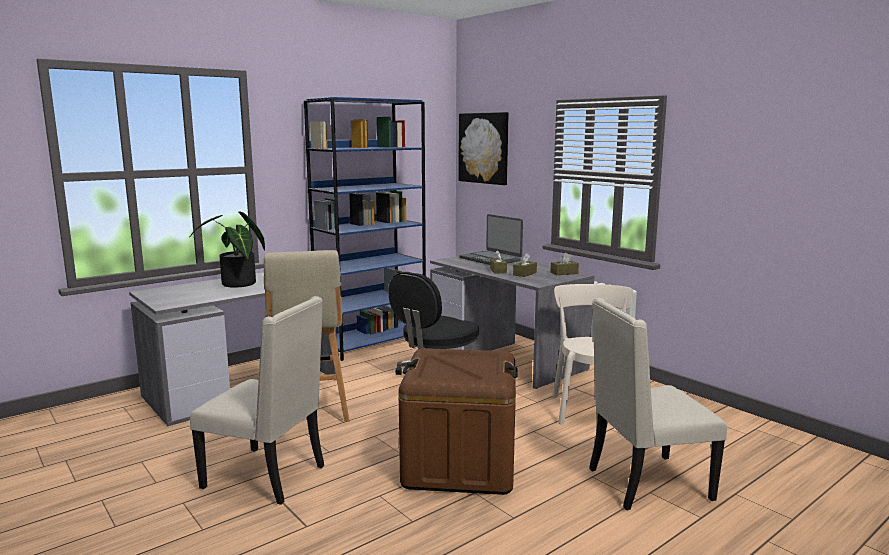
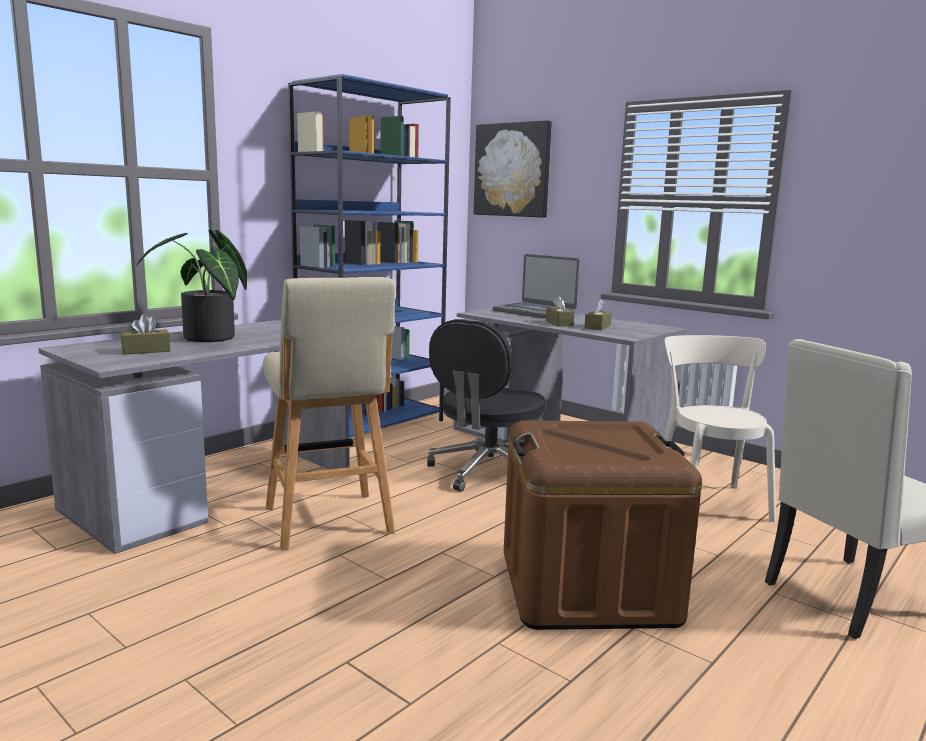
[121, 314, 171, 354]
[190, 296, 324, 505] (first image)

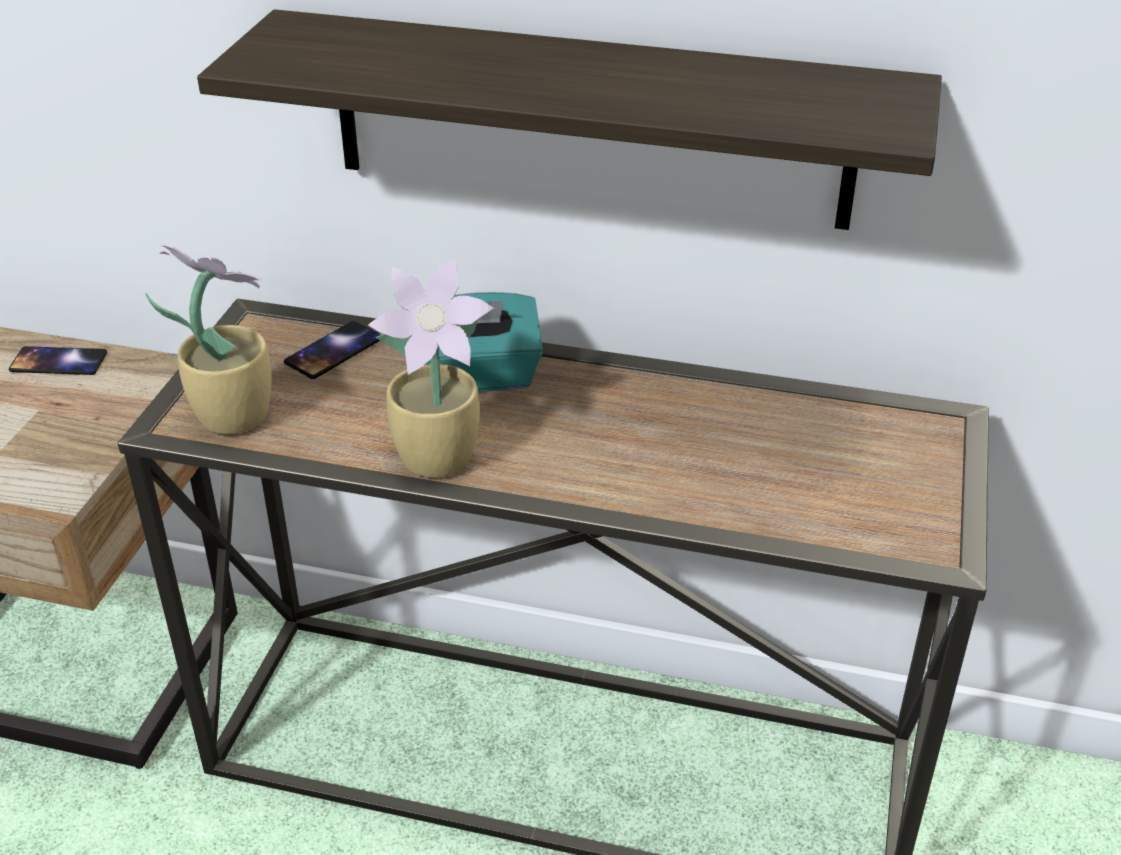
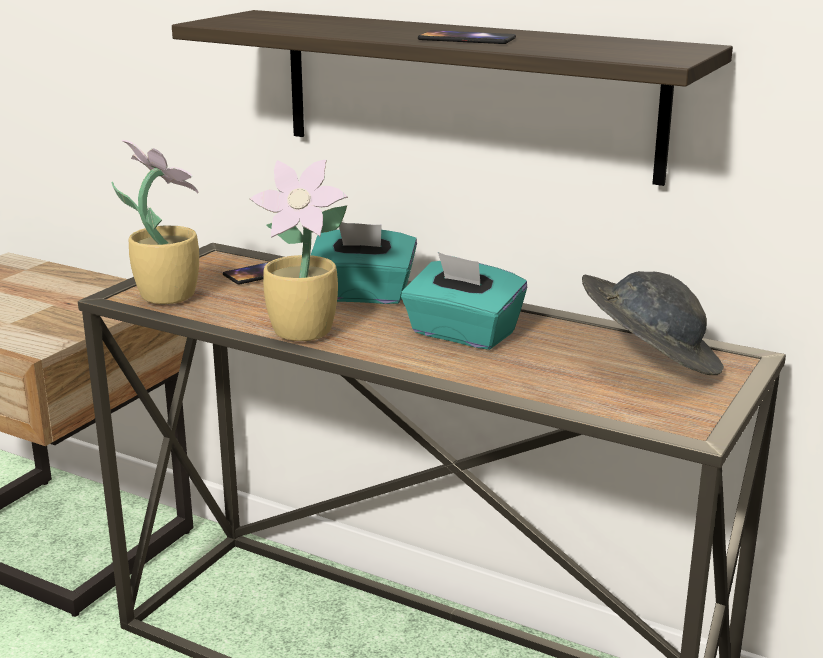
[418, 30, 516, 44]
[401, 252, 527, 350]
[582, 271, 724, 375]

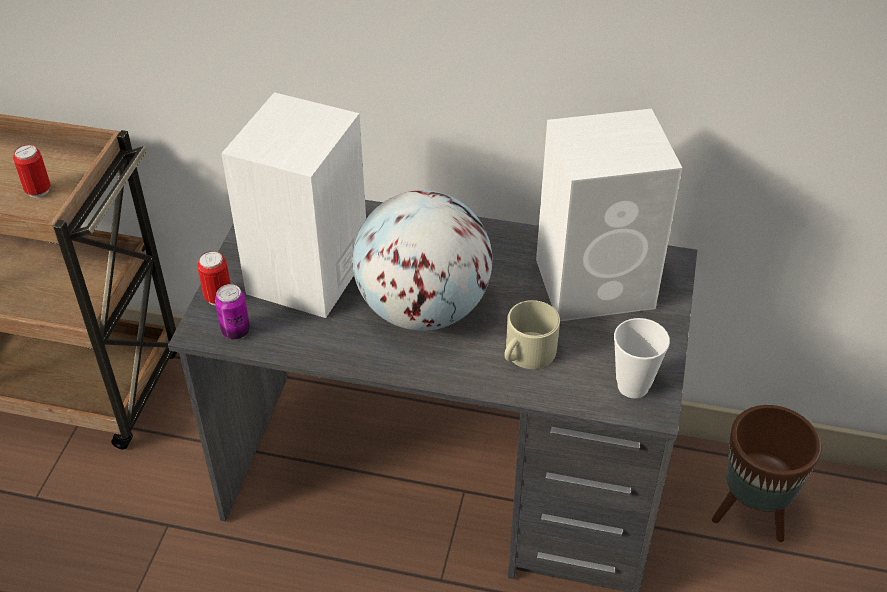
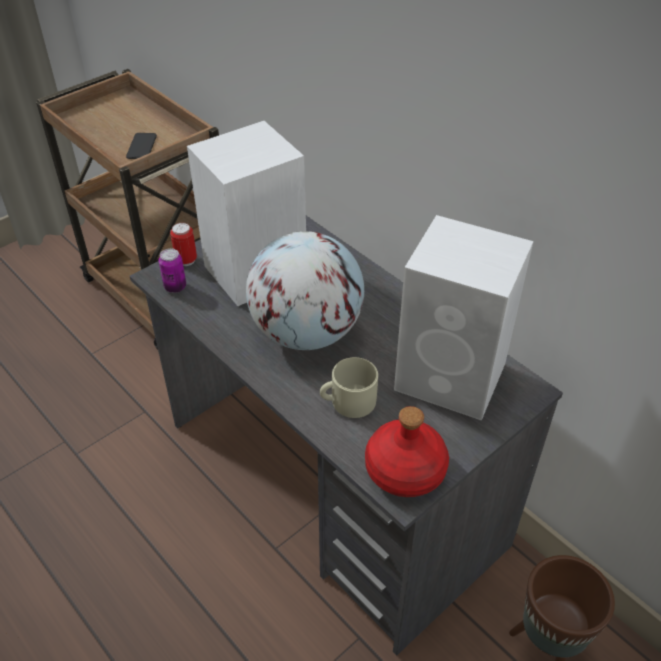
[126, 133, 157, 159]
[365, 406, 449, 497]

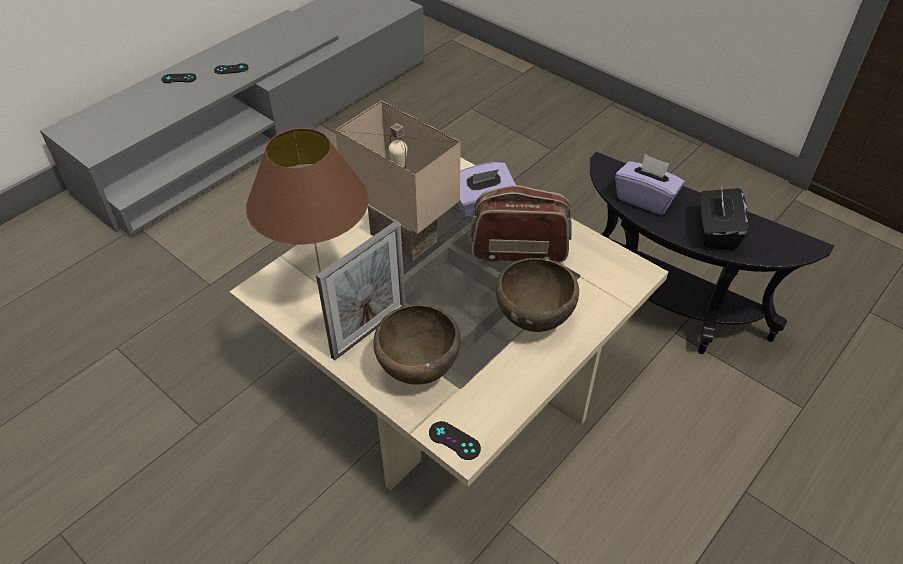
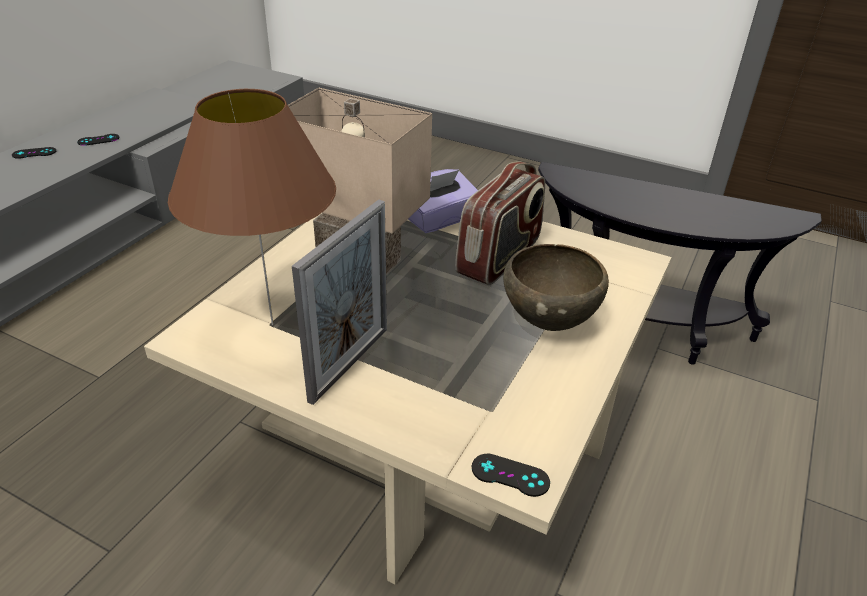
[615, 154, 685, 215] (first image)
[455, 161, 545, 285]
[700, 188, 748, 250] (first image)
[373, 304, 461, 384] (first image)

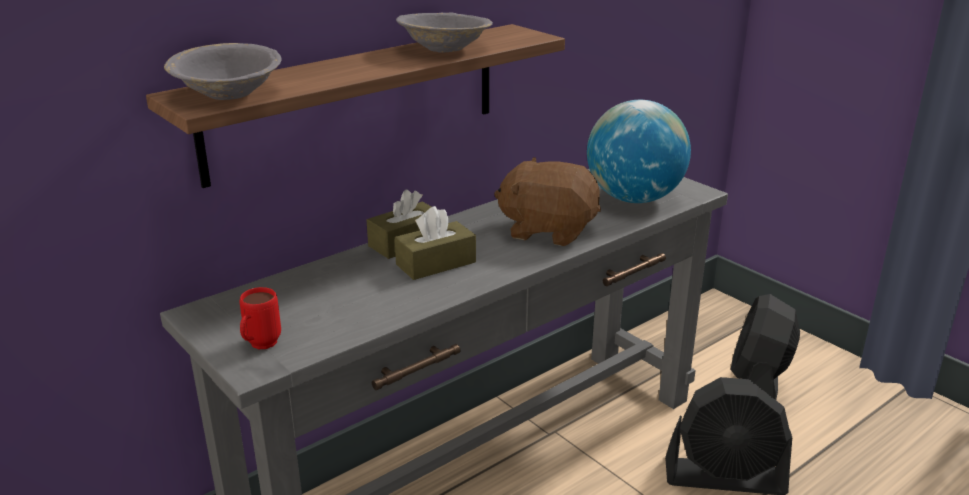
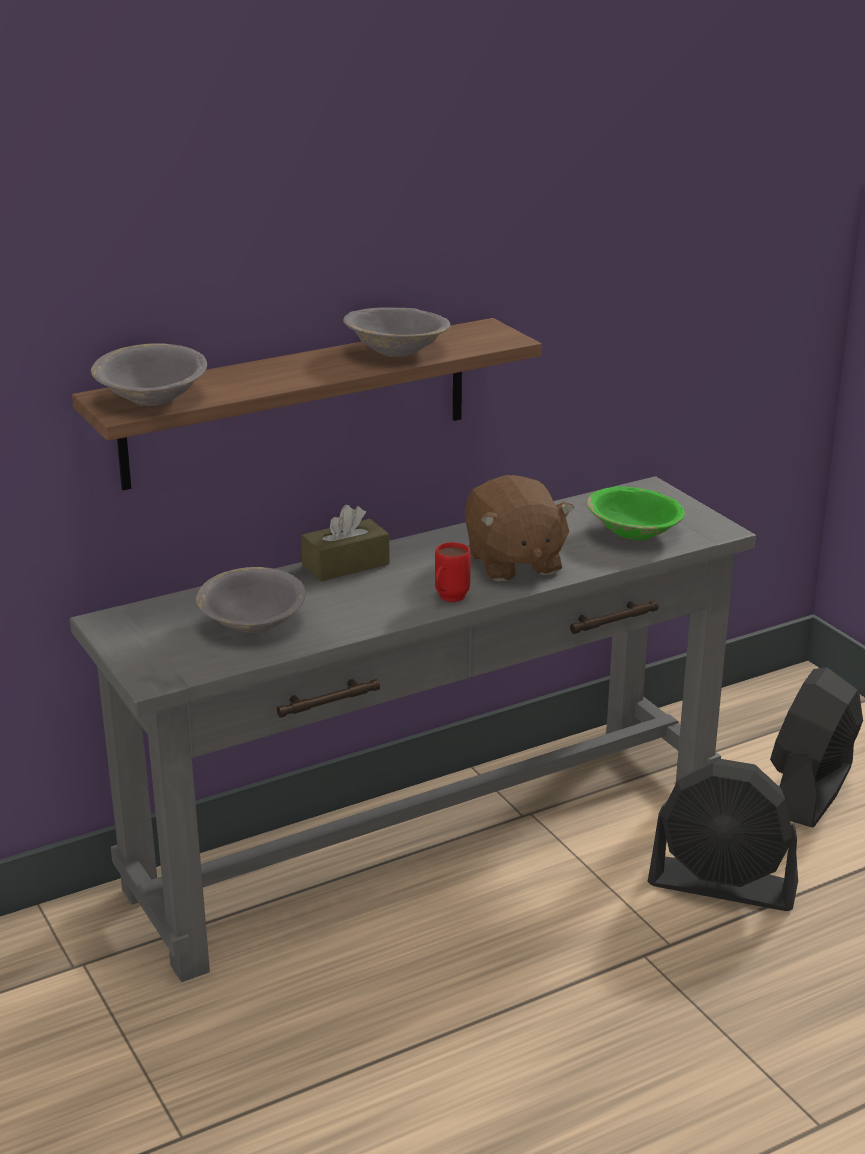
[586, 486, 685, 540]
[465, 475, 574, 582]
[395, 206, 476, 280] (first image)
[435, 542, 470, 602]
[196, 567, 306, 633]

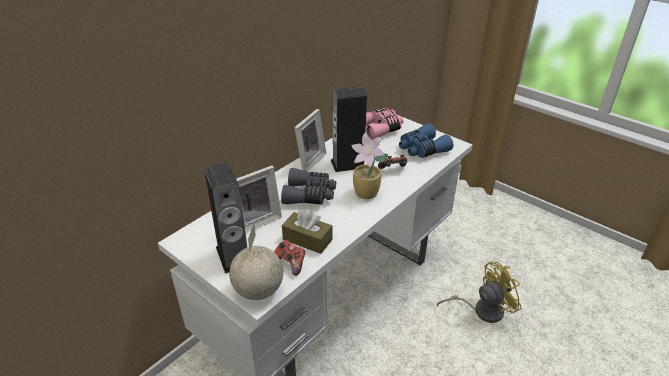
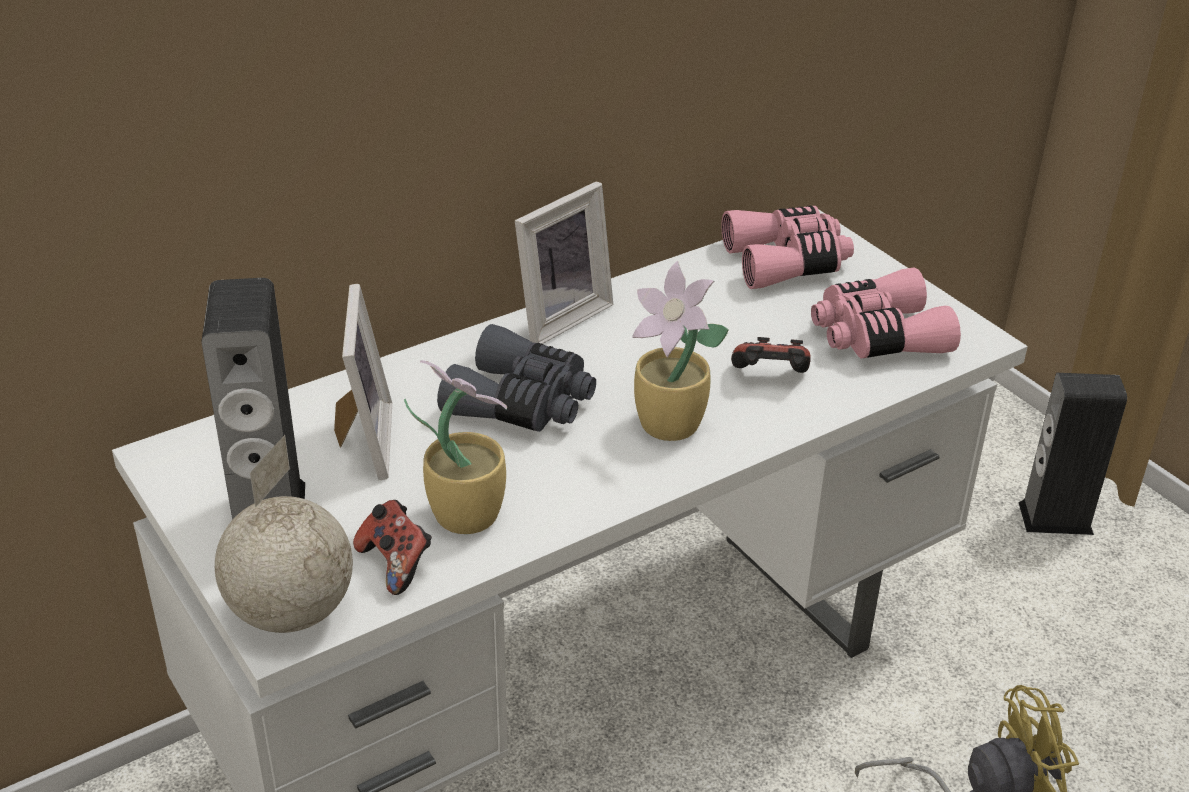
[1018, 373, 1127, 535]
[811, 267, 961, 358]
[334, 284, 392, 481]
[404, 360, 507, 534]

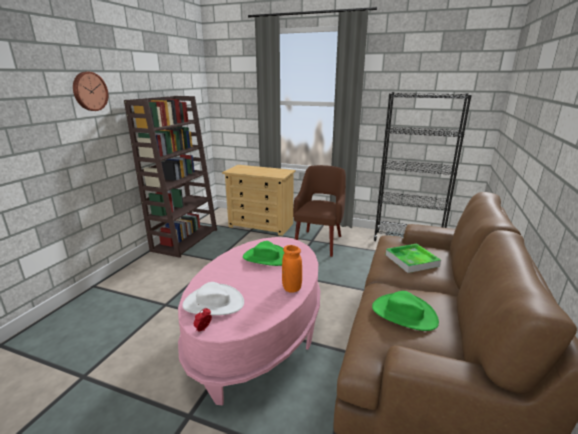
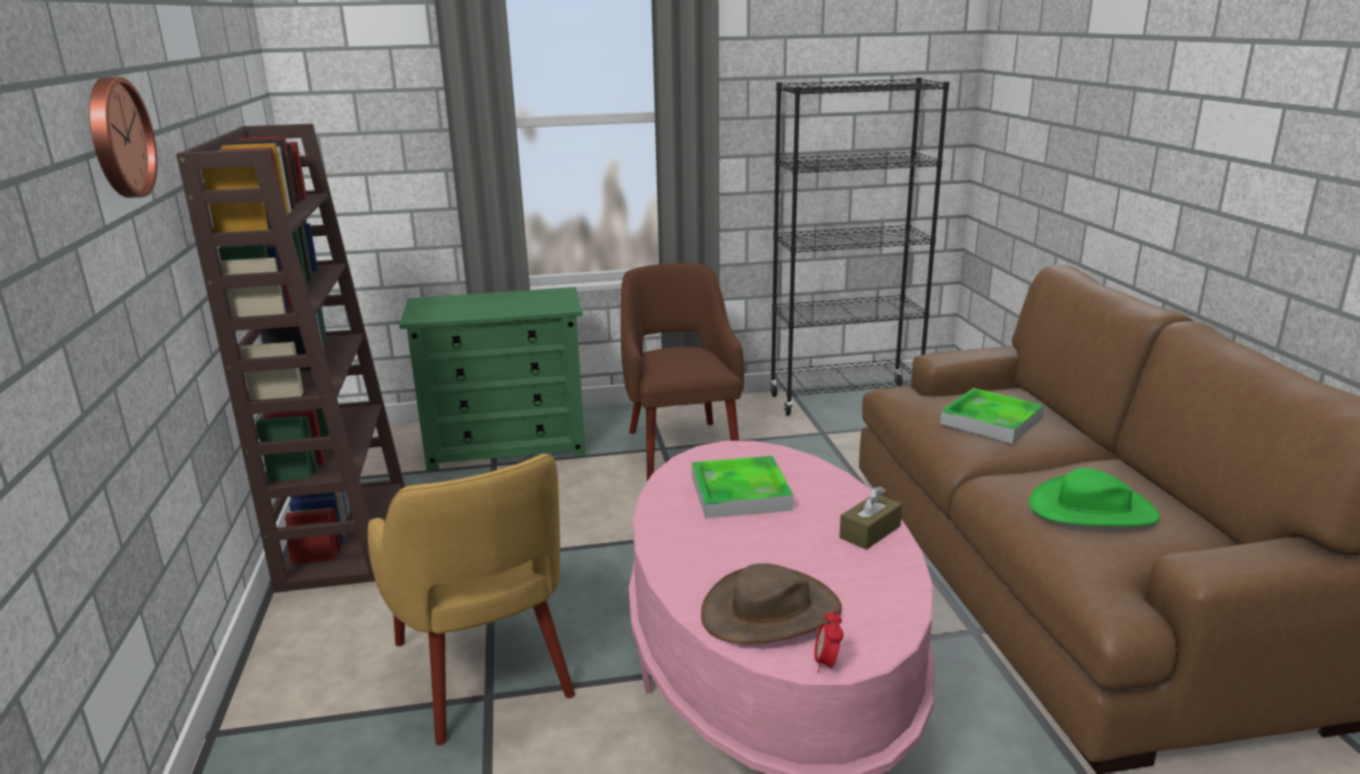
[399, 287, 586, 471]
[692, 456, 793, 519]
[839, 486, 902, 550]
[701, 563, 842, 644]
[368, 454, 575, 745]

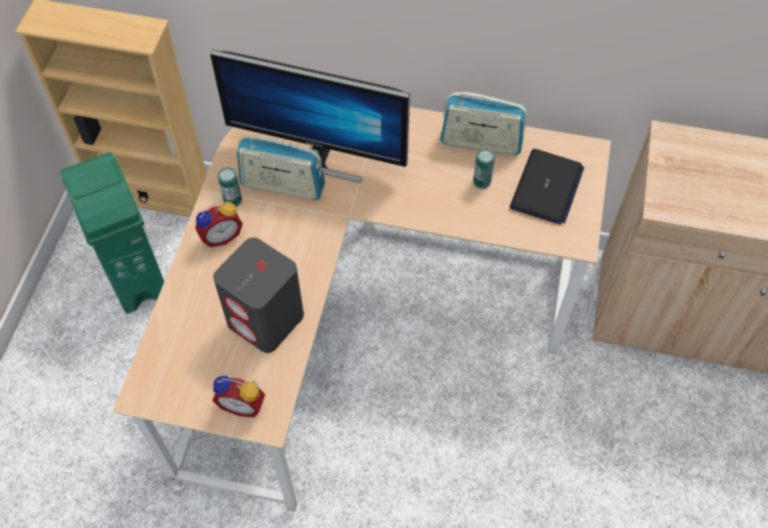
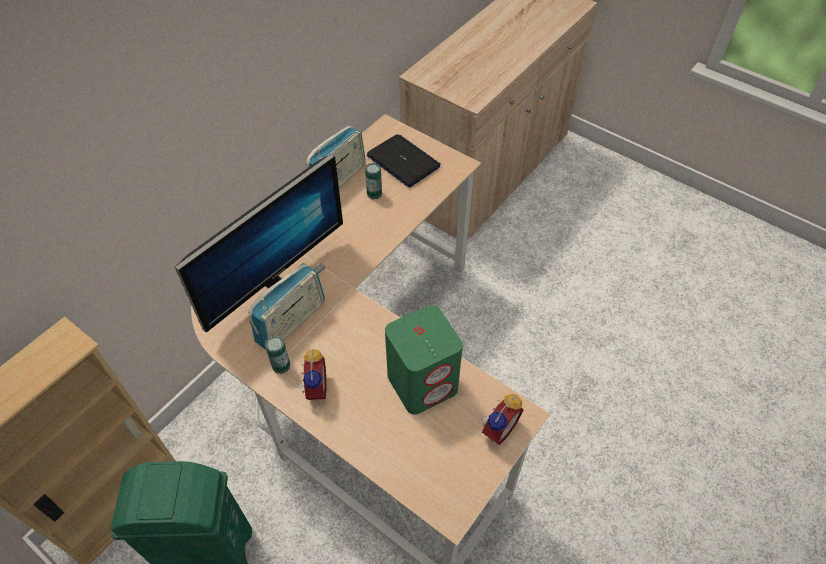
[385, 305, 463, 415]

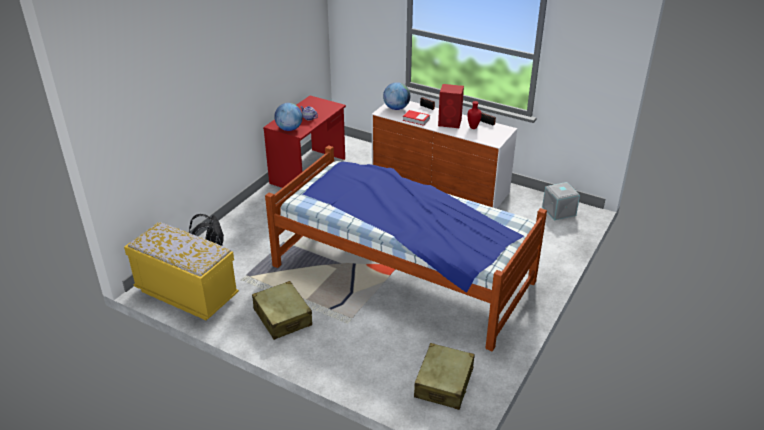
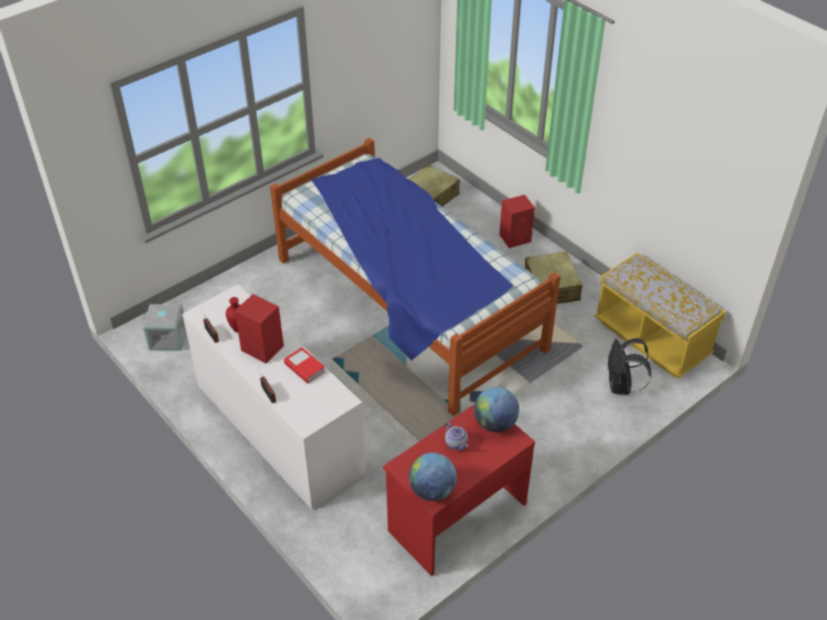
[409, 453, 457, 501]
[499, 195, 535, 248]

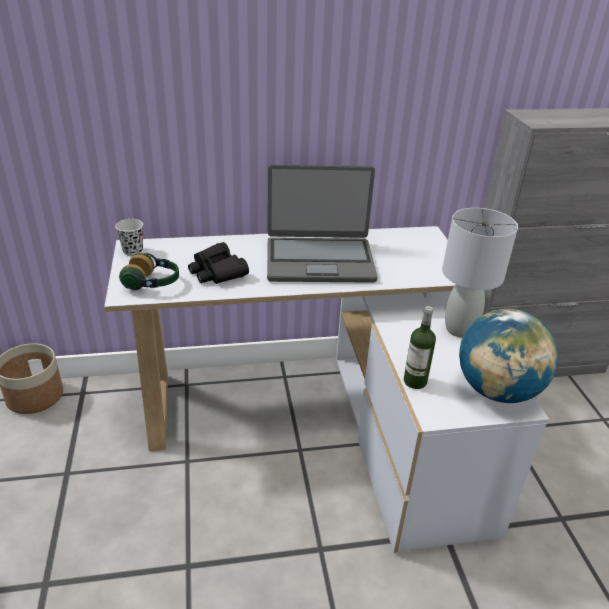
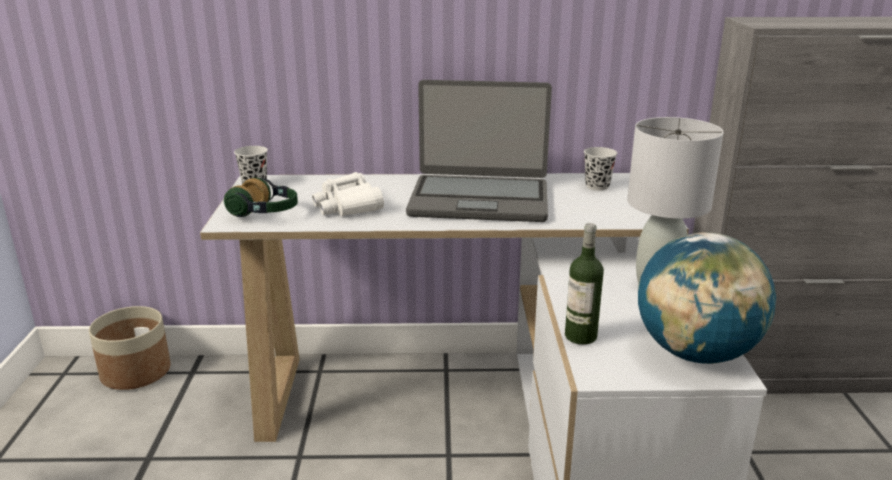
[312, 172, 384, 216]
[584, 147, 617, 191]

